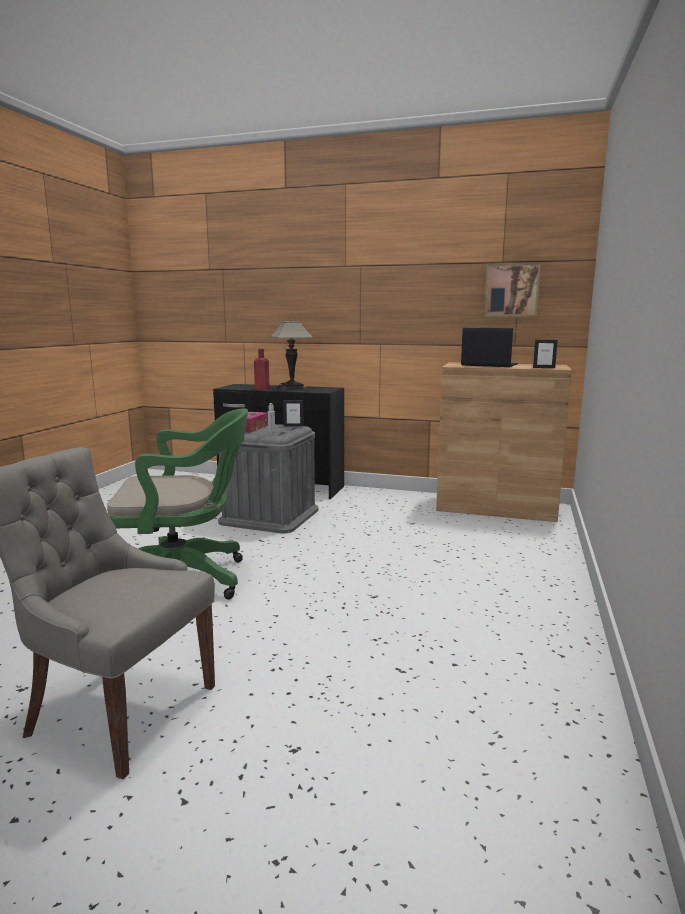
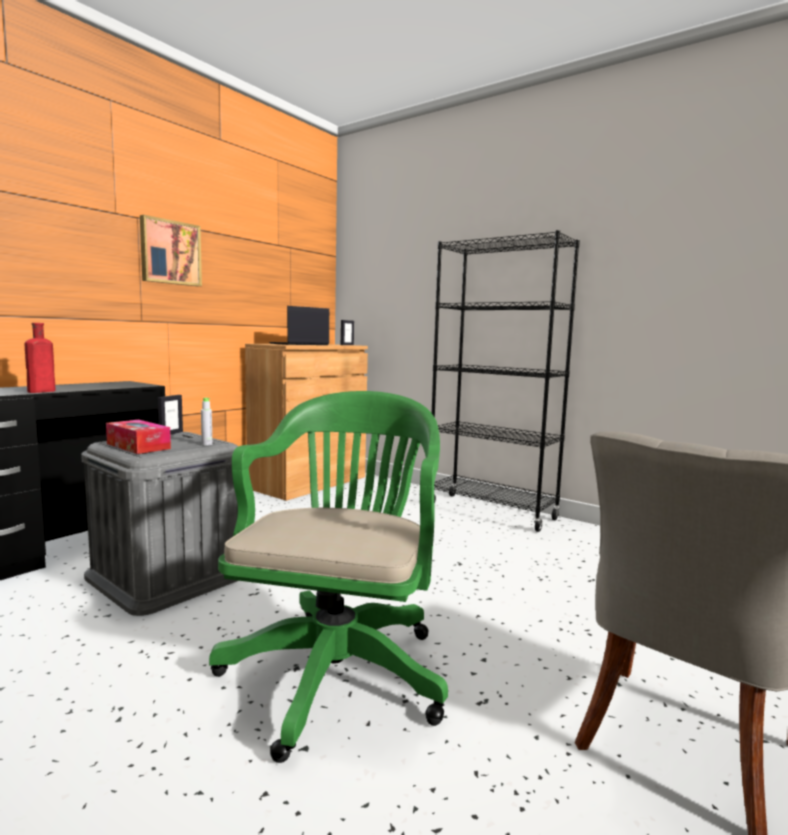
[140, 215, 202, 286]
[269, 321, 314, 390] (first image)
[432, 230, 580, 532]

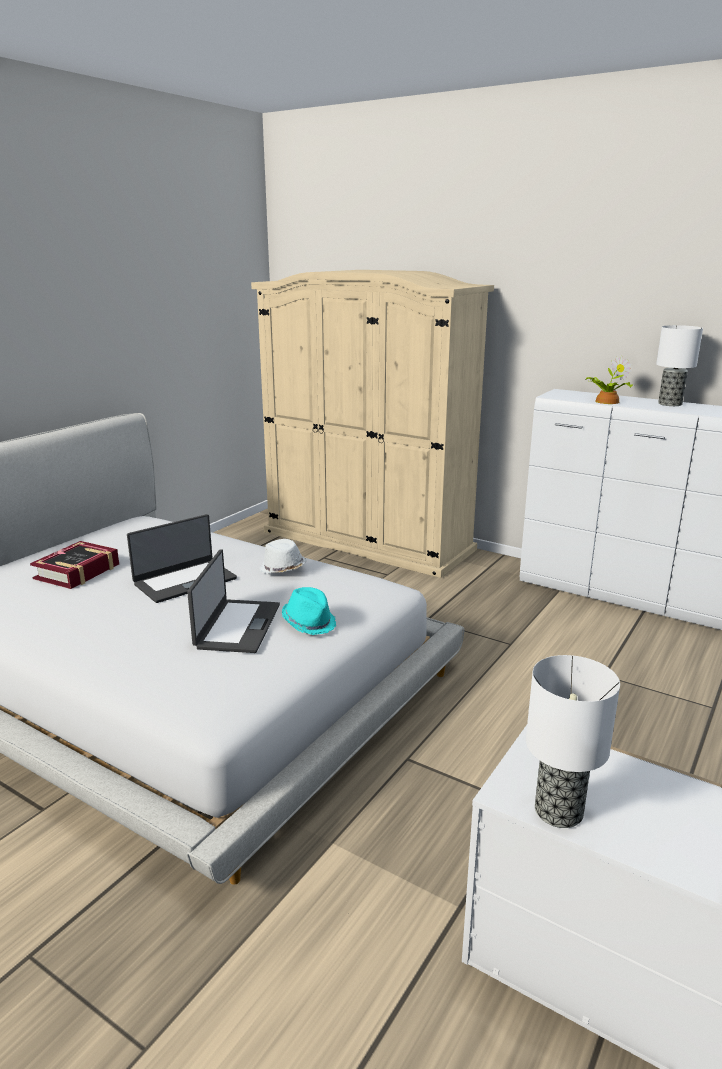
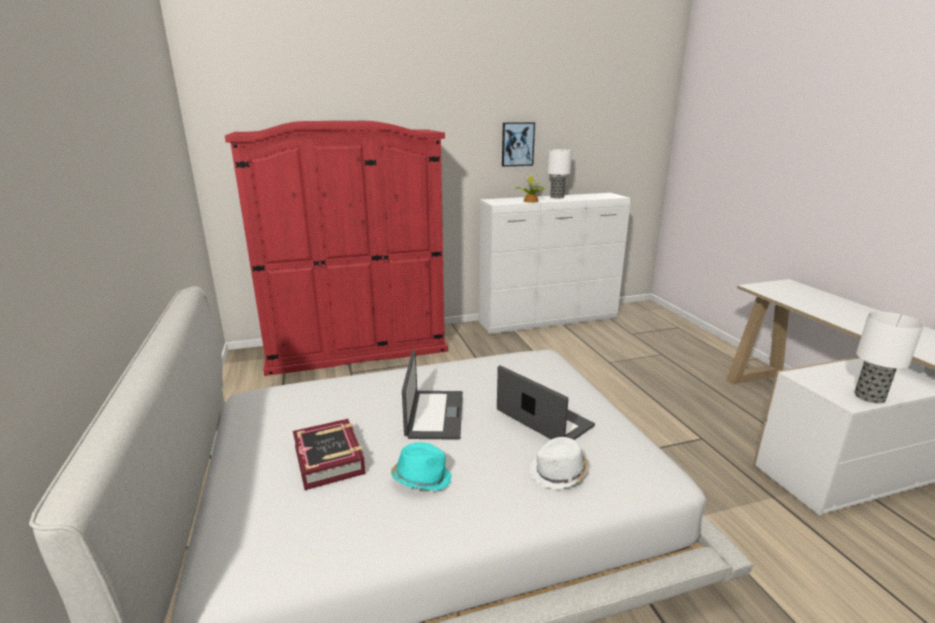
[225, 121, 448, 376]
[529, 437, 588, 489]
[391, 442, 452, 491]
[502, 122, 535, 167]

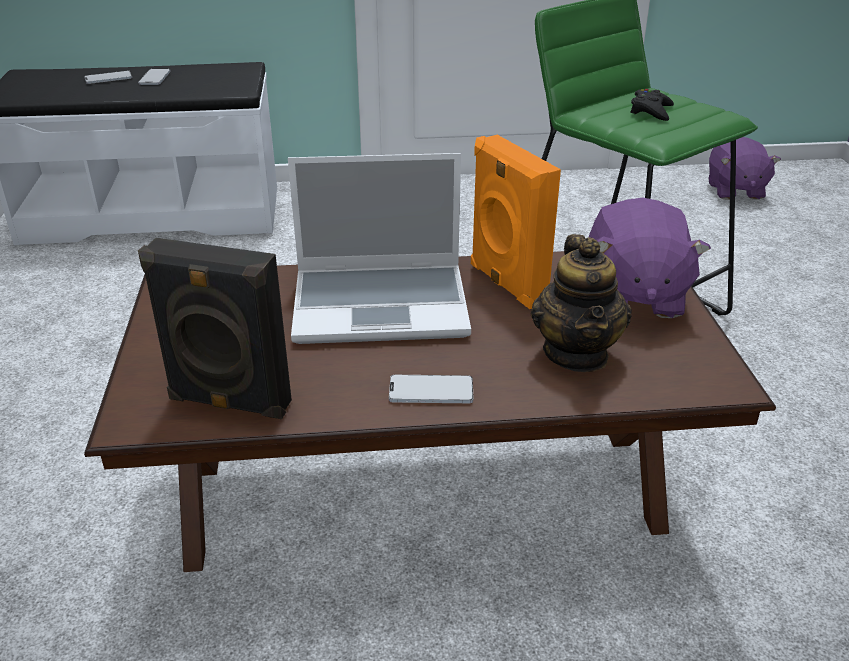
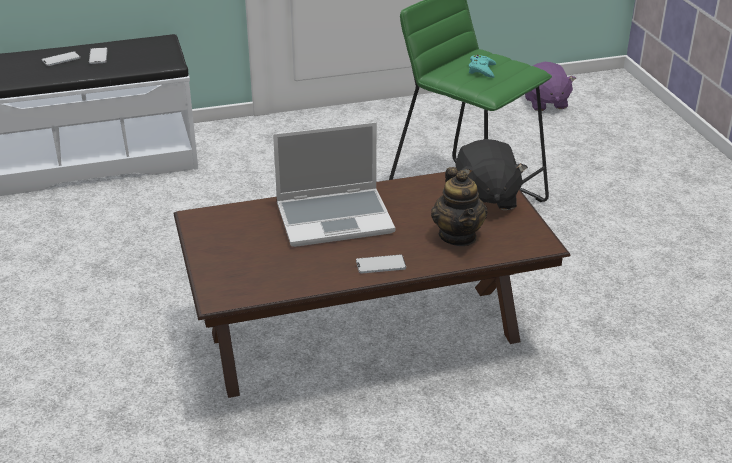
[469, 55, 496, 78]
[471, 135, 561, 309] (first image)
[455, 139, 528, 210]
[138, 238, 292, 419] (first image)

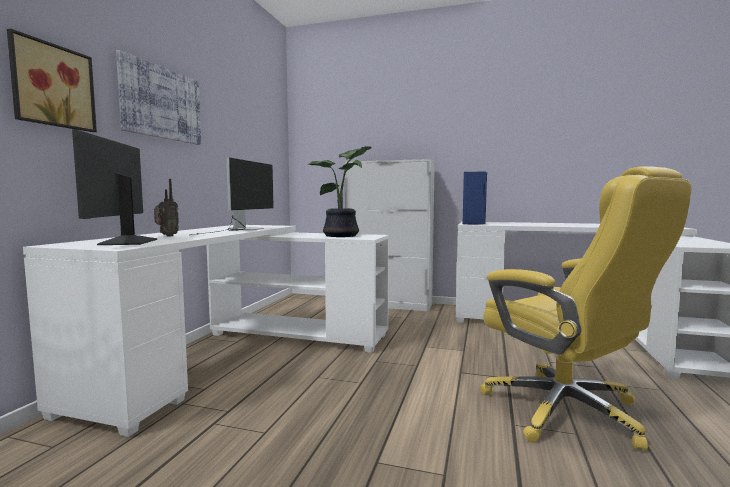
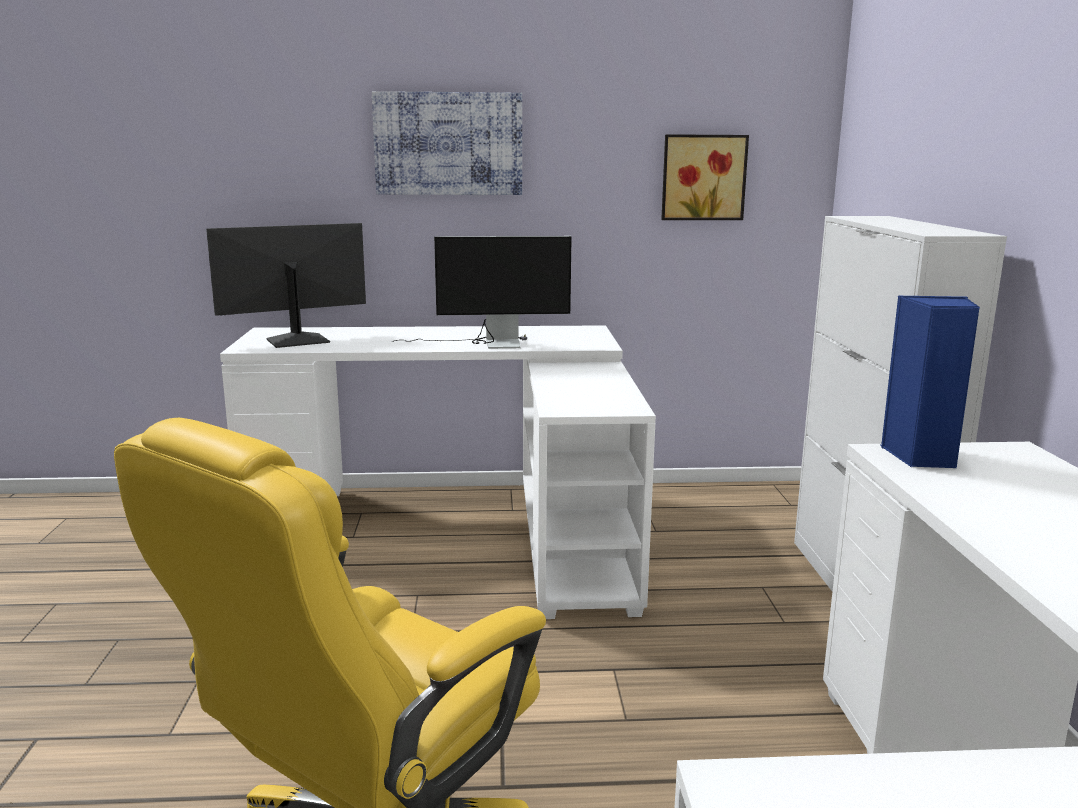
[661, 134, 749, 220]
[307, 146, 371, 237] (first image)
[154, 179, 179, 236] (first image)

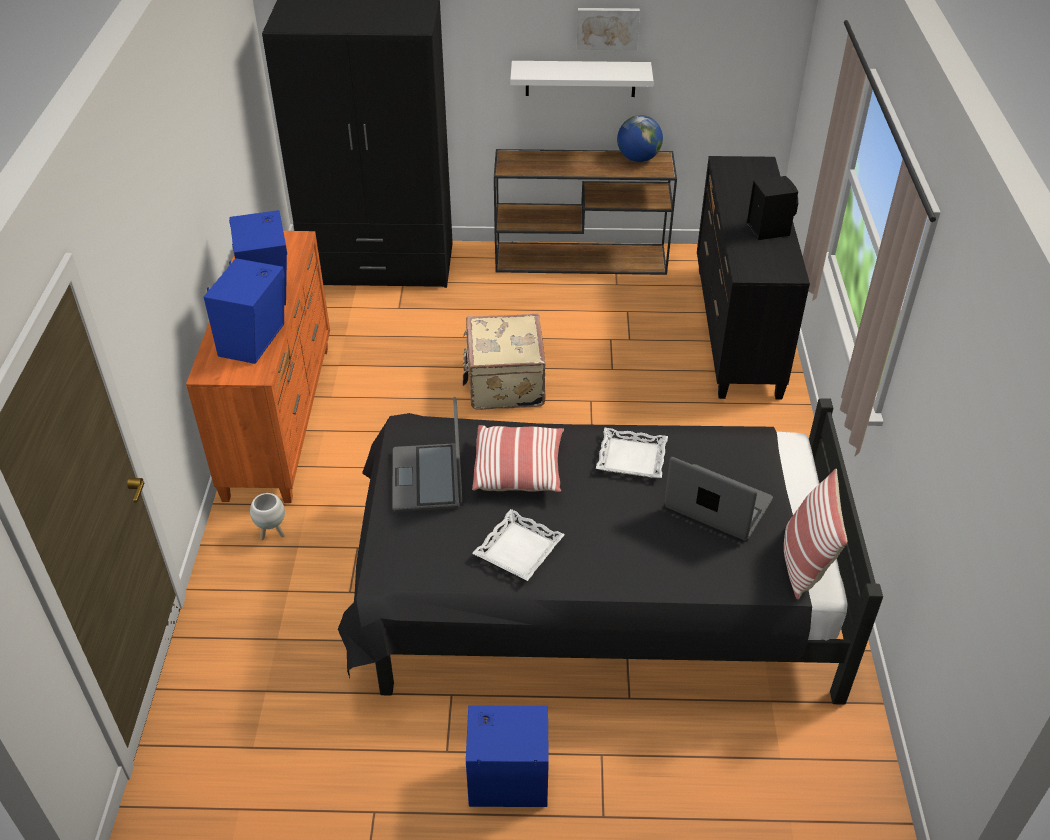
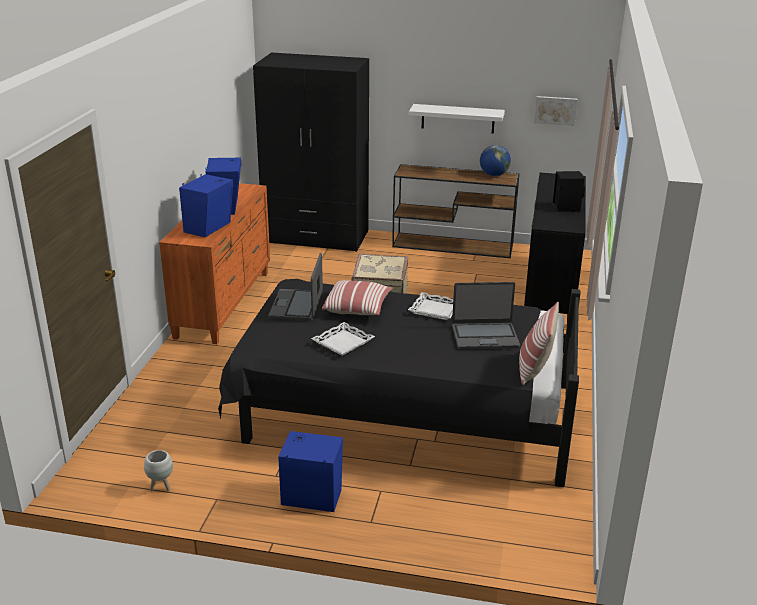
[534, 96, 578, 126]
[452, 282, 520, 349]
[144, 450, 173, 491]

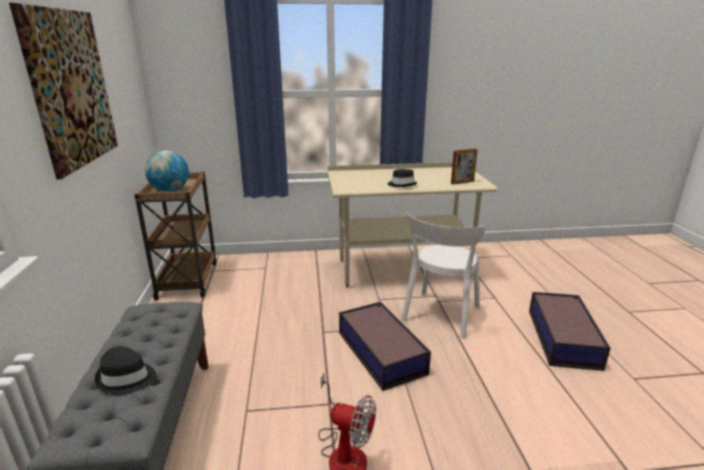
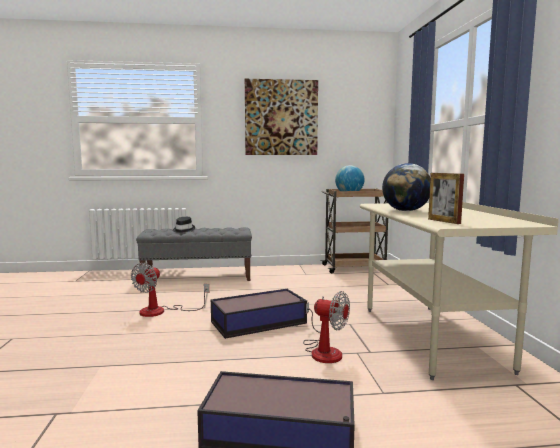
[382, 163, 430, 211]
[303, 291, 350, 363]

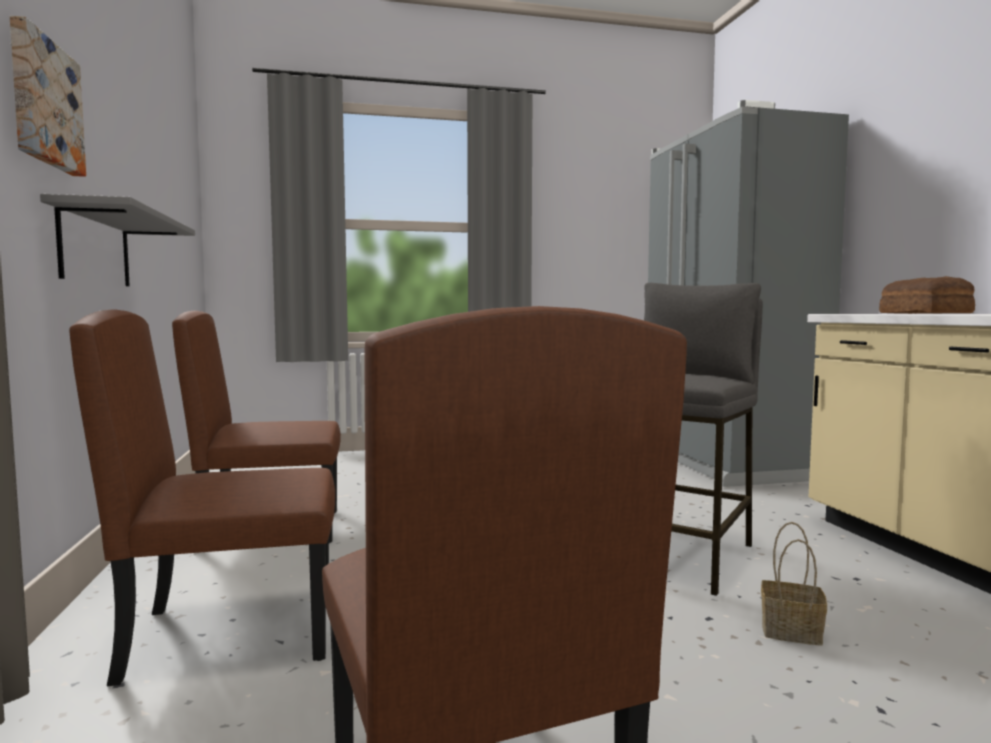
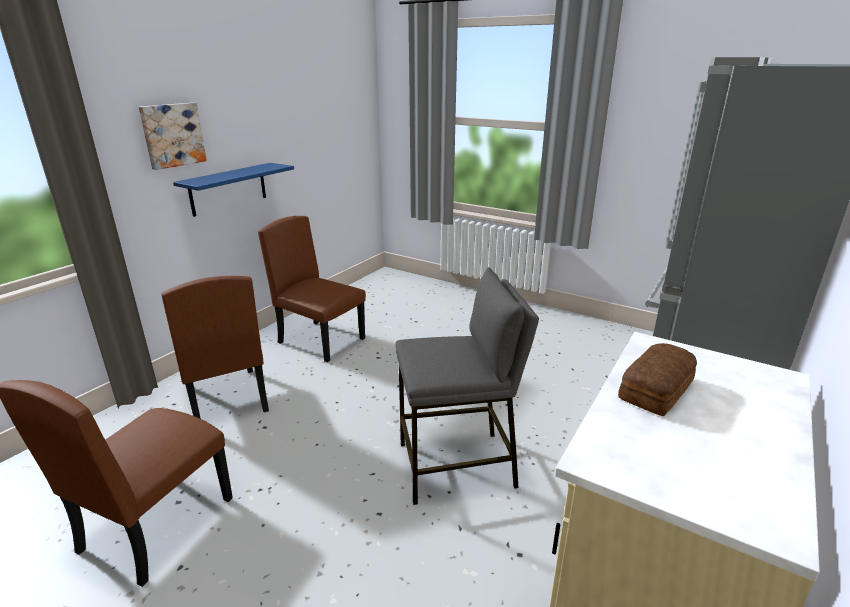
[173, 163, 294, 217]
[161, 276, 269, 419]
[761, 522, 827, 646] (first image)

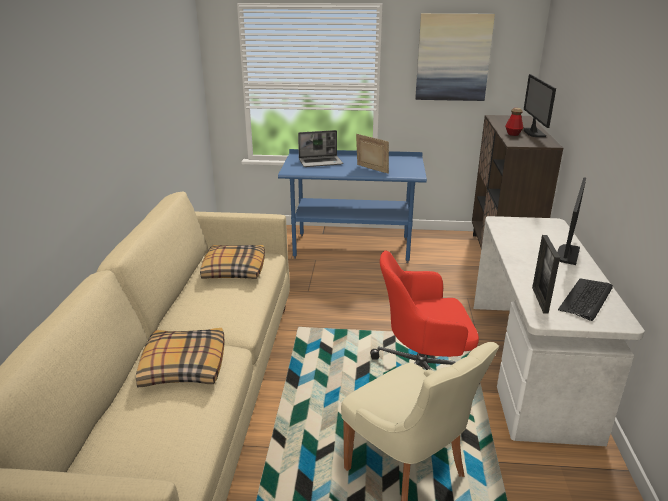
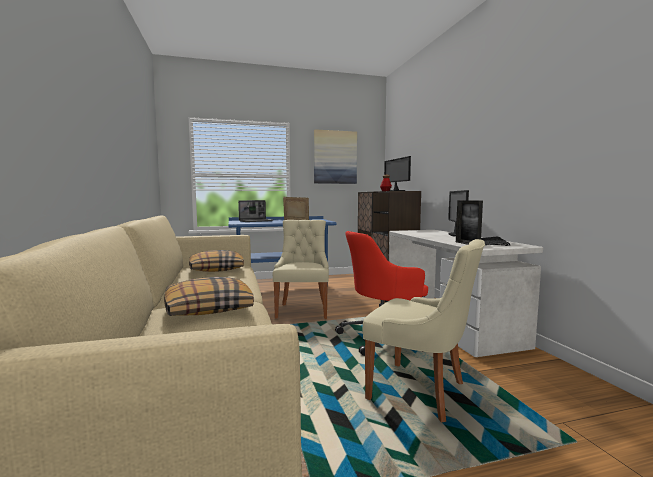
[273, 220, 329, 319]

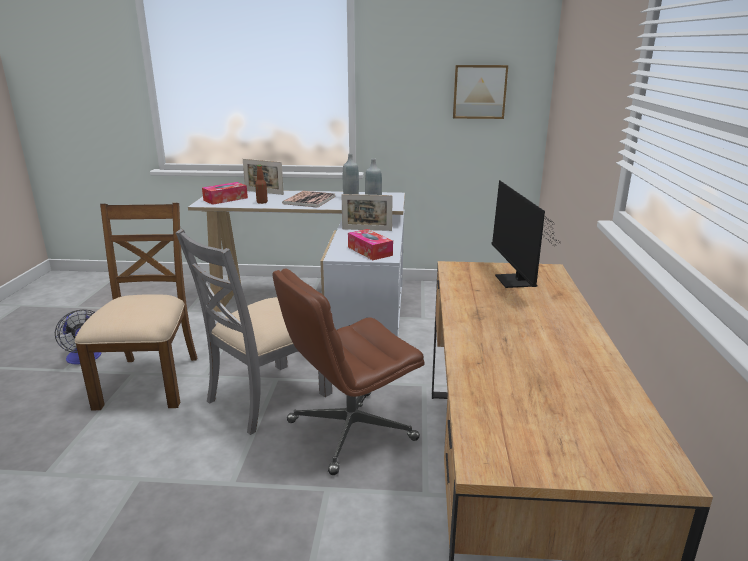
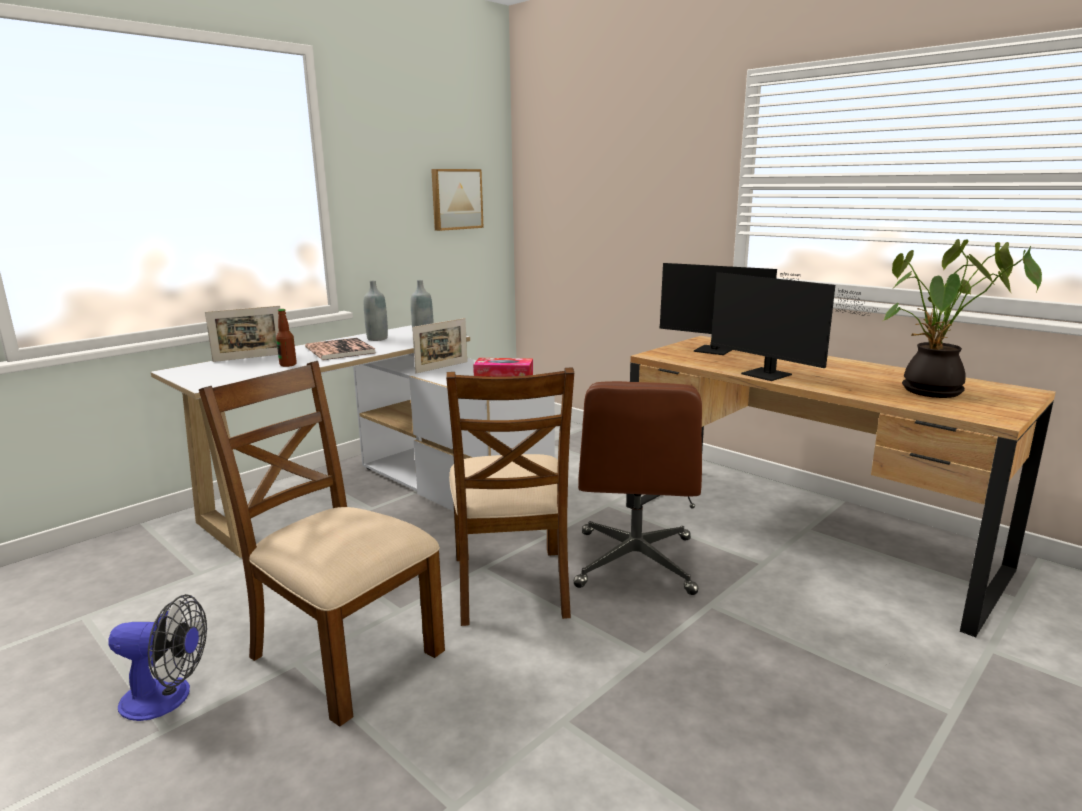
[202, 182, 248, 205] (first image)
[446, 367, 574, 626]
[883, 239, 1042, 398]
[710, 272, 879, 381]

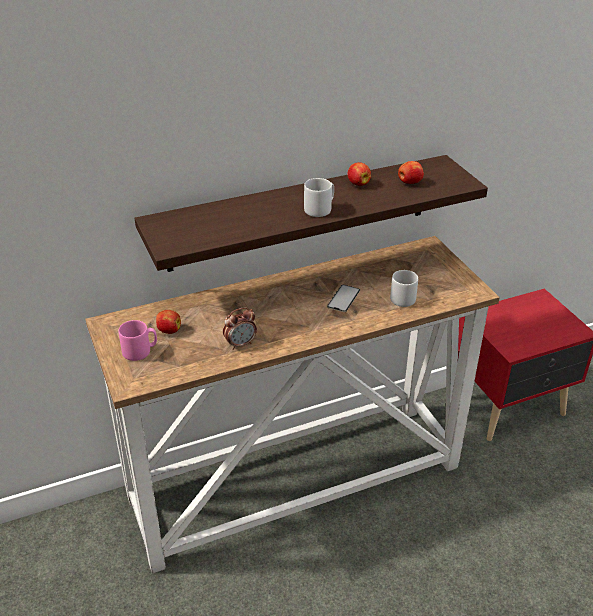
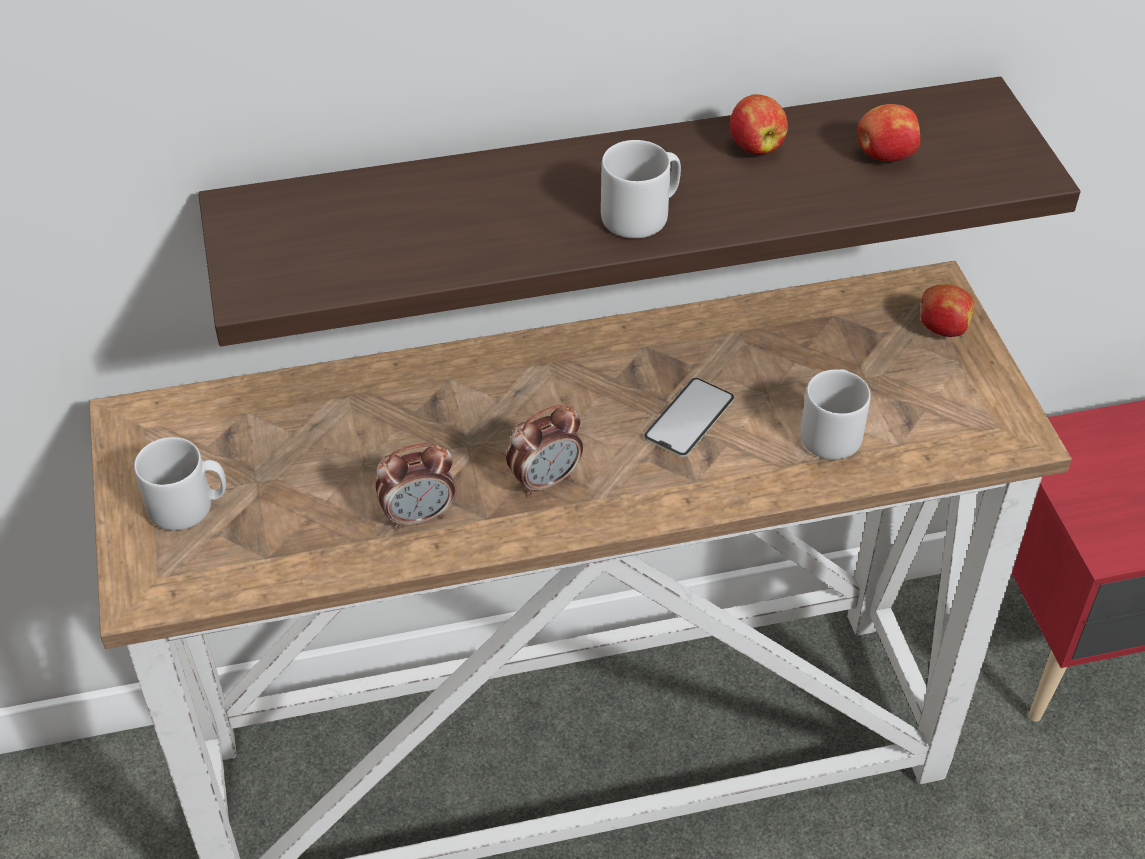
[921, 284, 974, 337]
[134, 437, 226, 530]
[506, 405, 583, 497]

